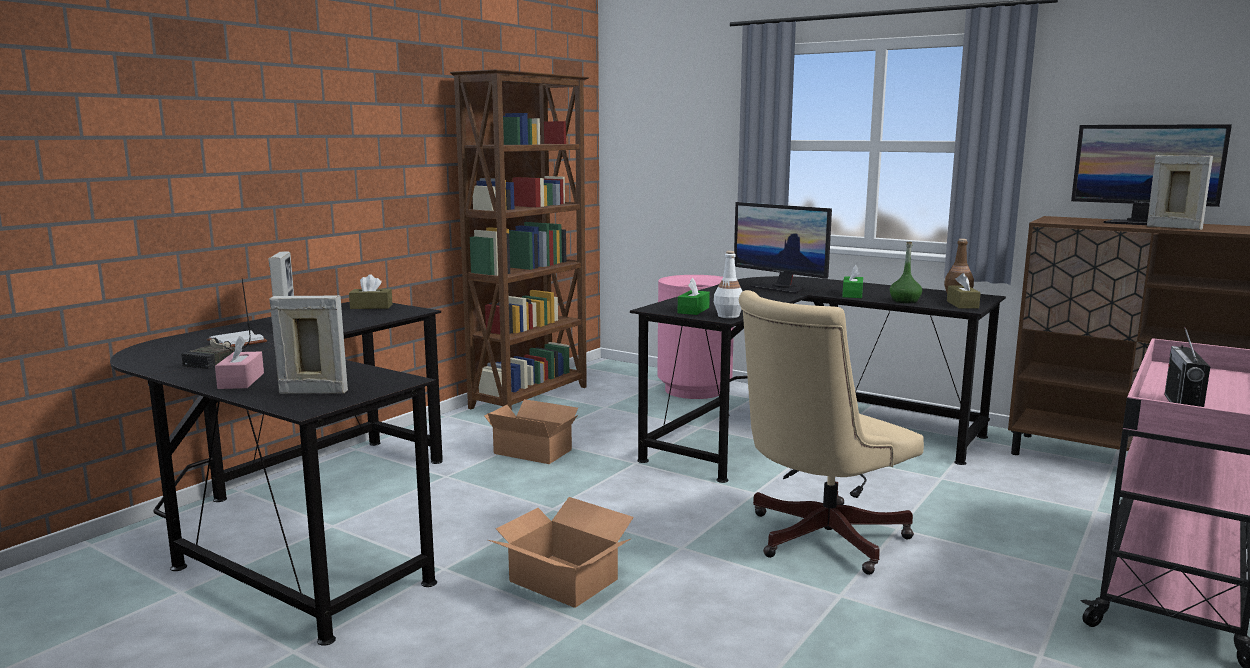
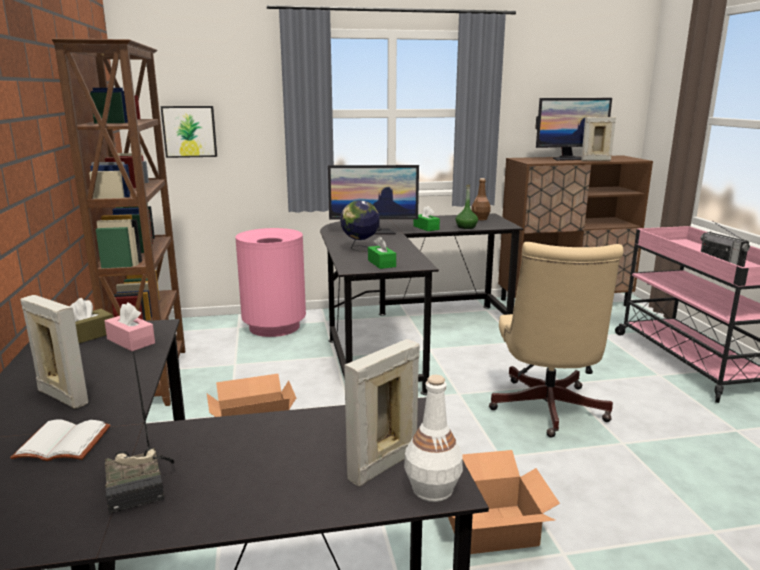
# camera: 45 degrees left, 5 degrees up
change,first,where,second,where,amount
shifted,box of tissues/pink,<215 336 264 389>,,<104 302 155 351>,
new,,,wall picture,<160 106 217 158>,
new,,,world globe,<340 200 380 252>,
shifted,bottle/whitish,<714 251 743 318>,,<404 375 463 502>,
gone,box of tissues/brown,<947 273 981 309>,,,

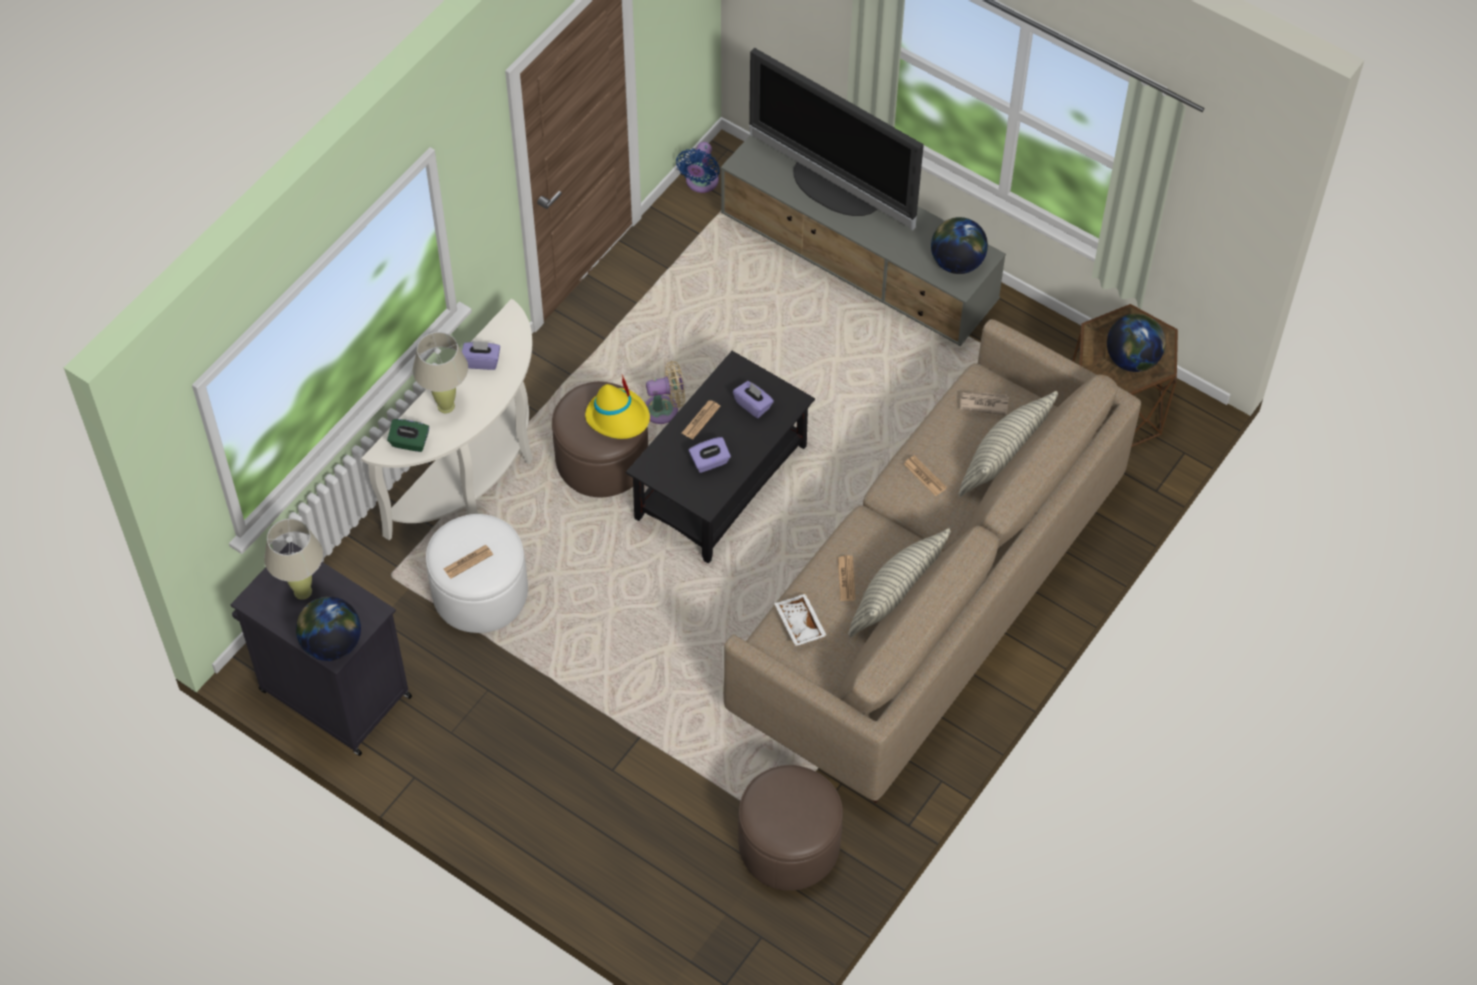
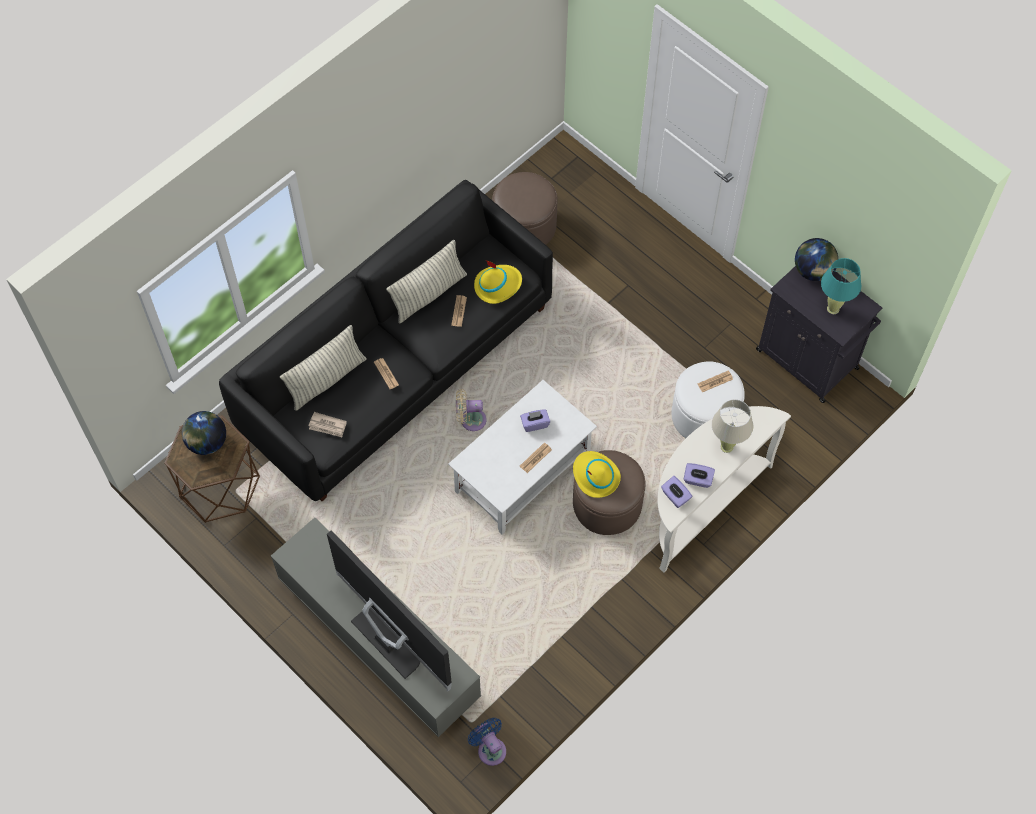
# camera: 170 degrees left, 5 degrees up
change,first,where,second,where,amount
repainted,settee/beige,<723 319 1141 803>,settee/black,<219 180 553 501>,
repainted,low table/black,<626 351 815 564>,low table/whitish,<448 380 597 535>,
shifted,electric fan/beige,<645 361 685 424>,,<456 389 486 431>,
rotated,electric fan/blue,<676 142 720 193>,,<468 718 506 766>,60 degrees counterclockwise
swapped,carrying tray/whitish,<774 594 827 646>,wearable hat/yellow,<474 260 522 304>,
shifted,box of tissues/purplish,<733 381 774 418>,,<661 476 692 508>,
repainted,tabletop lamp/beige,<264 518 323 600>,tabletop lamp/blue-green,<821 258 861 314>,
gone,box of tissues/green,<387 419 429 452>,,,
gone,world globe,<931 217 988 274>,,,

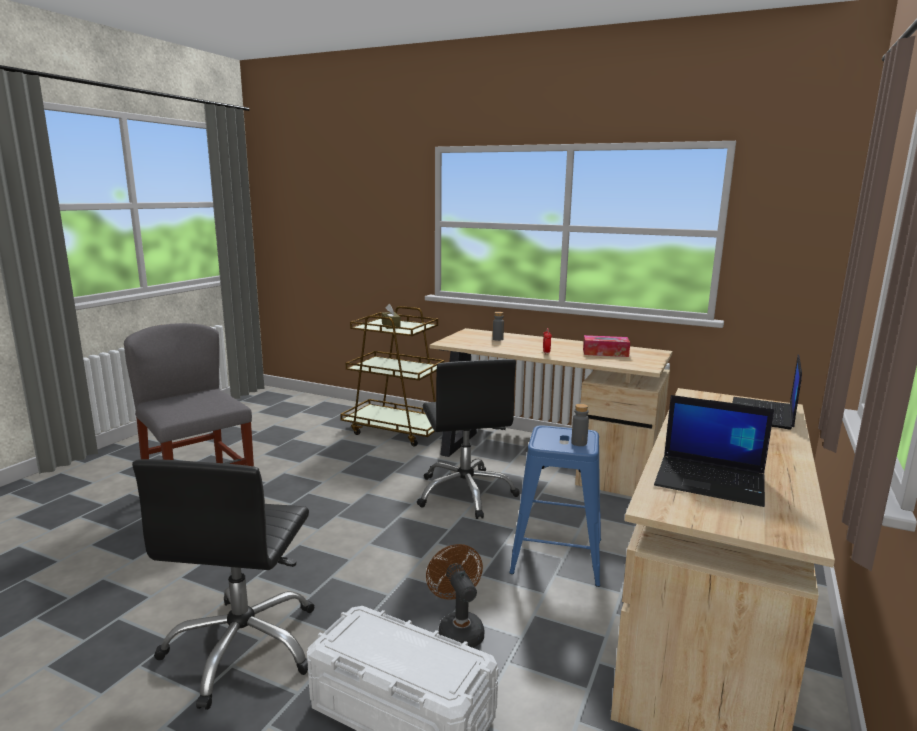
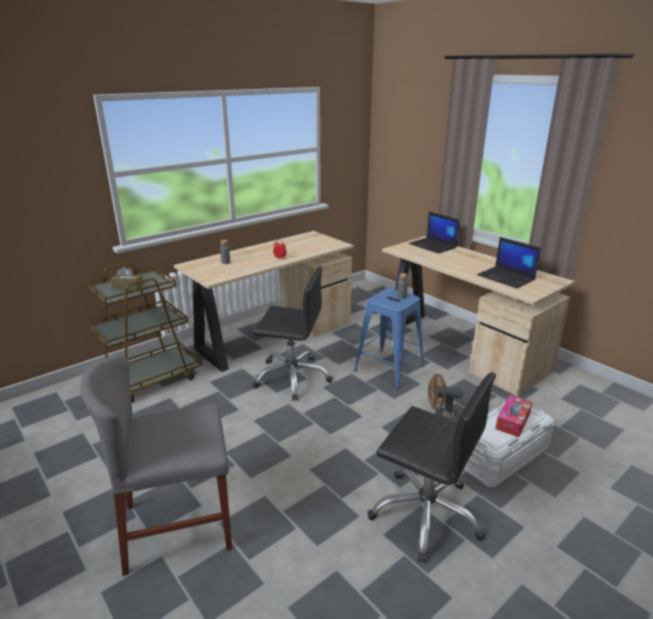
# camera: 65 degrees left, 10 degrees up
change,first,where,second,where,amount
rotated,portable computer,<654 395 774 507>,,<477 237 541 288>,90 degrees clockwise
shifted,box of tissues,<583 335 630 357>,,<495 395 533 437>,

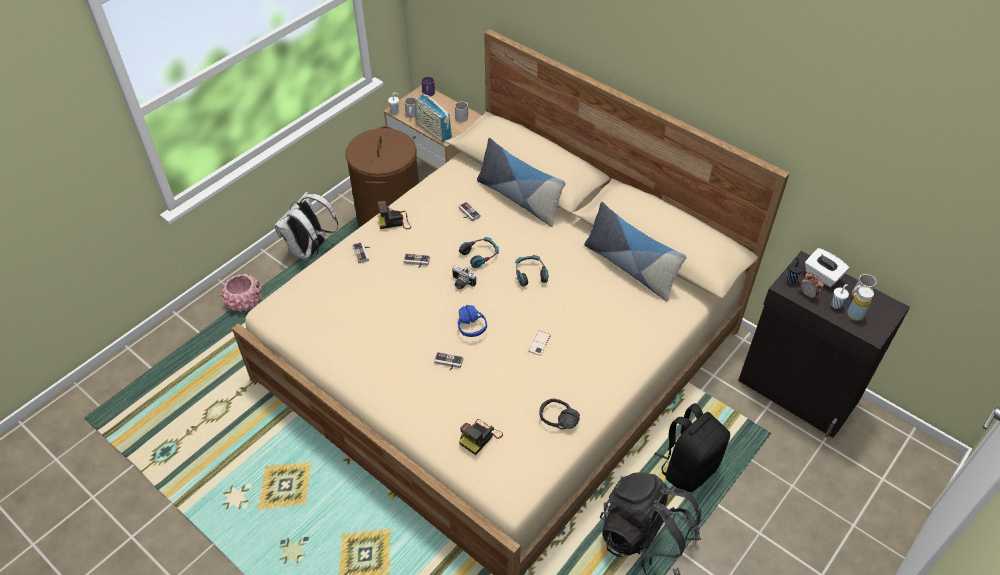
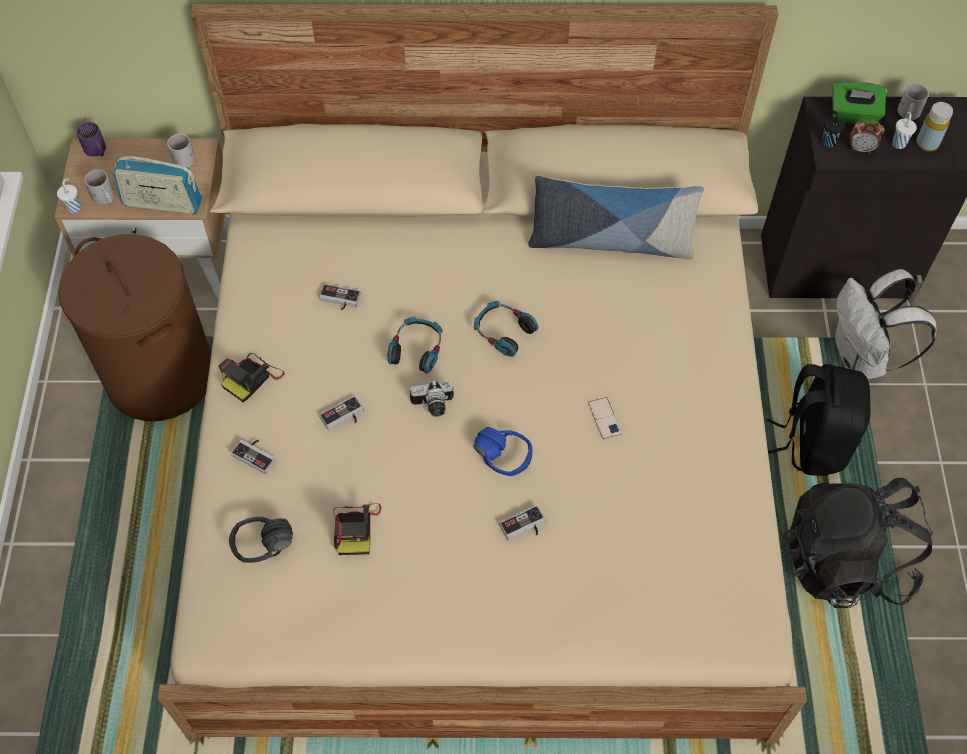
# camera: 40 degrees left, 10 degrees up
change,first,where,second,where,amount
shifted,pair of headphones/black,<539 398 580 429>,,<229 517 293 563>,
shifted,still camera,<459 419 503 455>,,<334 503 381 555>,
repainted,box of tissues/whitish,<805 248 849 287>,box of tissues/green,<832 81 886 125>,
shifted,rucksack/whitish,<274 192 338 260>,,<835 269 937 379>,
gone,flower pot/pink,<221 274 262 312>,,,
gone,cushion,<477 138 566 227>,,,

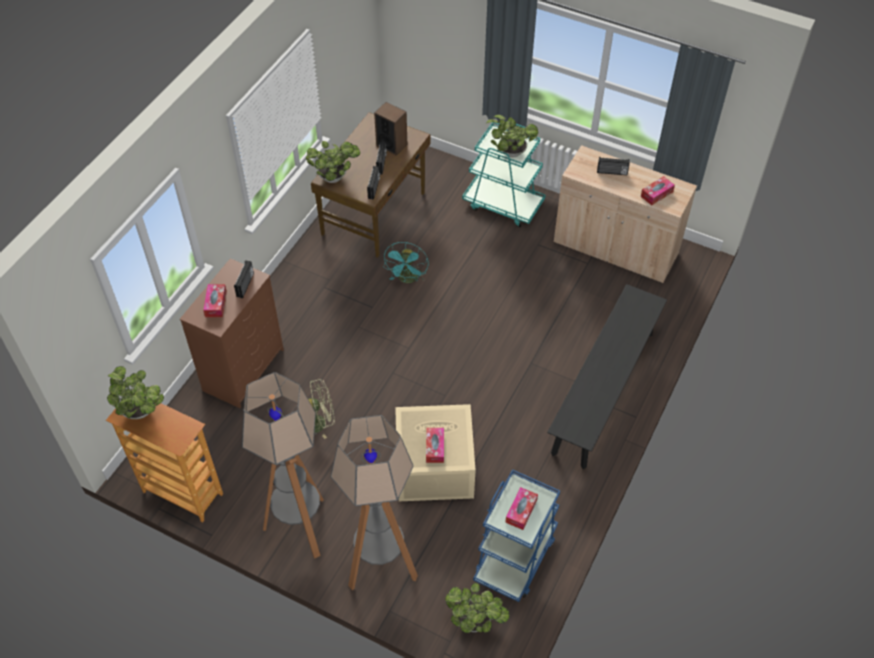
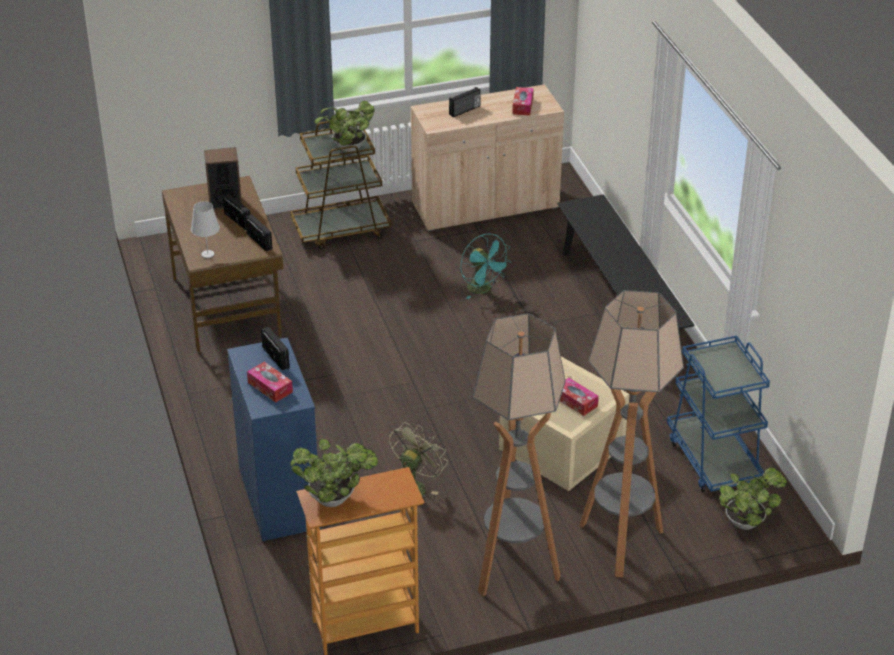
# camera: 45 degrees left, 15 degrees down
change,first,where,second,where,amount
swapped,plant in a pot,<306 141 360 183>,tabletop lamp/whitish,<191 201 220 258>,
repainted,chest of drawers/brown,<180 258 284 408>,chest of drawers/blue,<227 337 322 541>,
repainted,trolley/blue-green,<462 122 546 227>,trolley/brown,<290 121 391 249>,
shifted,electric fan/blue-green,<384 242 429 283>,,<461 234 511 299>,
gone,box of tissues,<505 487 538 530>,,,

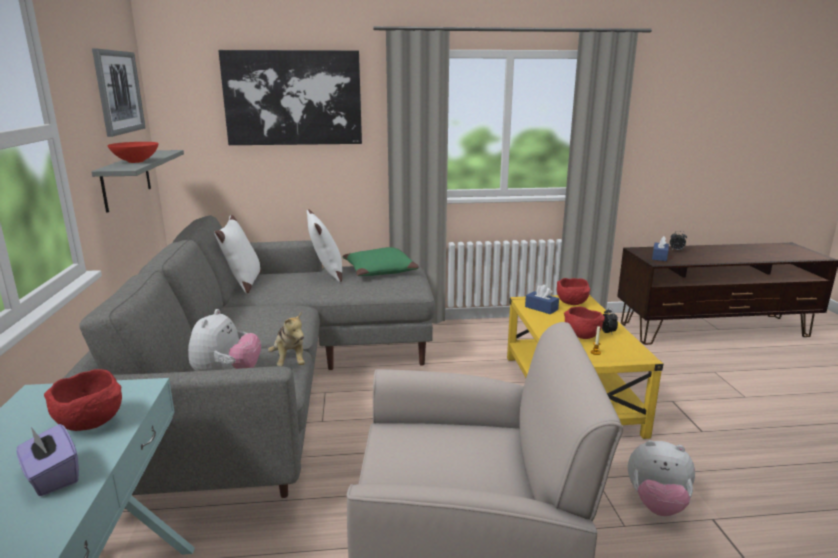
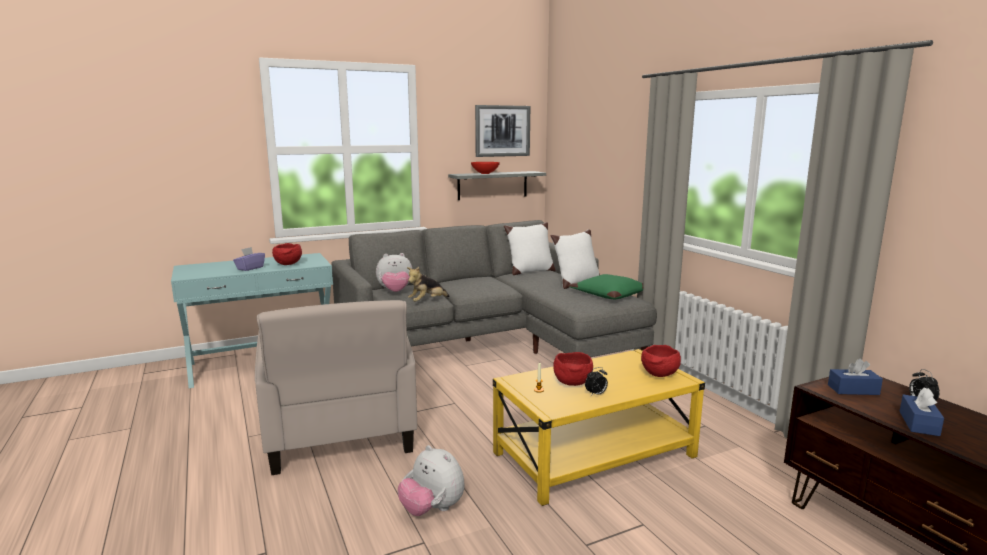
# camera: 70 degrees right, 5 degrees down
change,first,where,second,where,amount
rotated,soft toy,<628 440 695 516>,,<398 445 465 516>,45 degrees counterclockwise
shifted,box of tissues/blue,<525 285 559 314>,,<899 387 944 436>,
gone,wall picture,<218 50 362 145>,,,

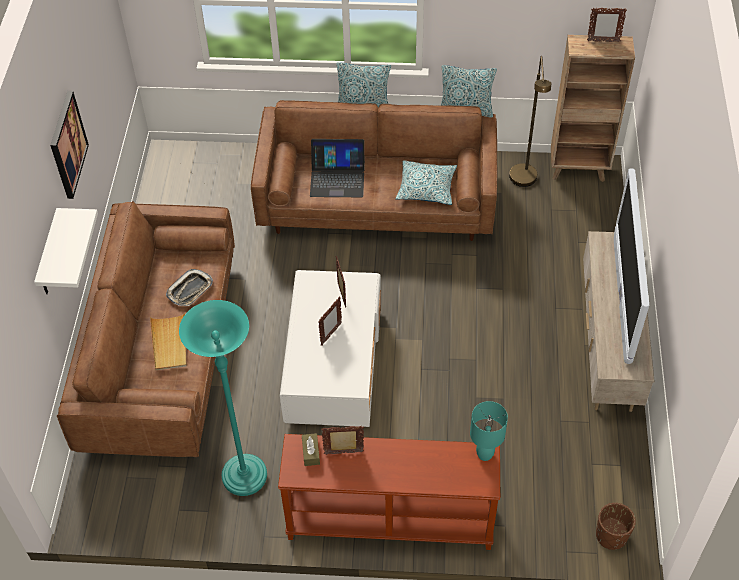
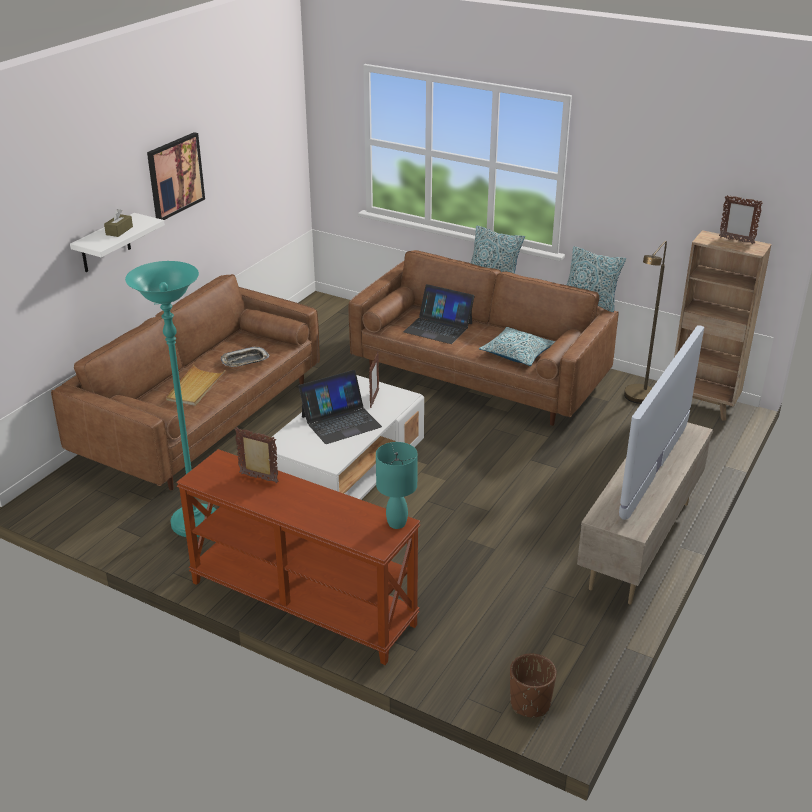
# camera: 25 degrees right, 20 degrees down
change,first,where,second,where,amount
shifted,box of tissues/brown,<302 433 320 466>,,<104 209 133 237>,
swapped,photo frame,<318 297 342 346>,portable computer,<298 370 382 444>,

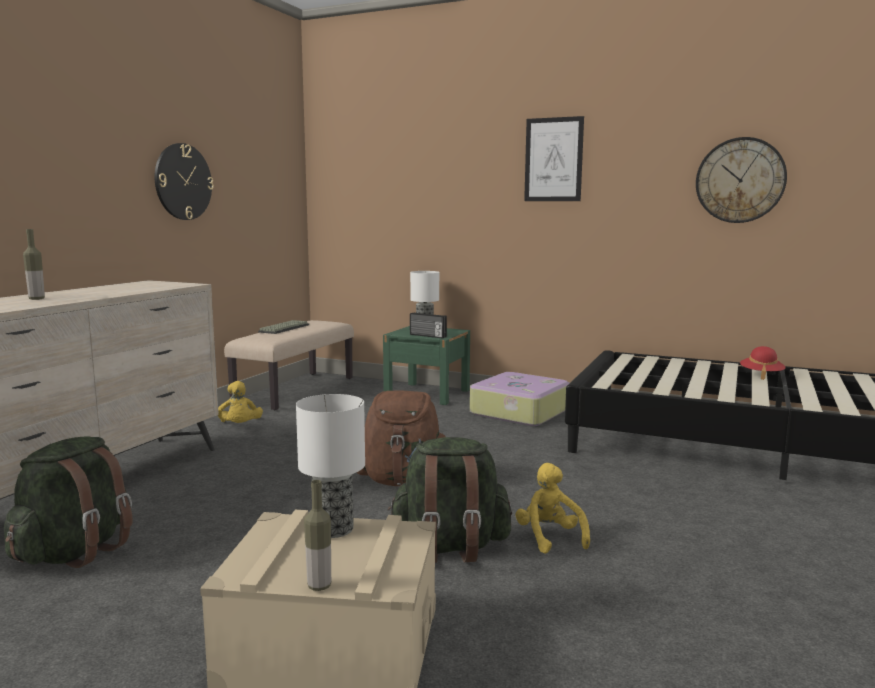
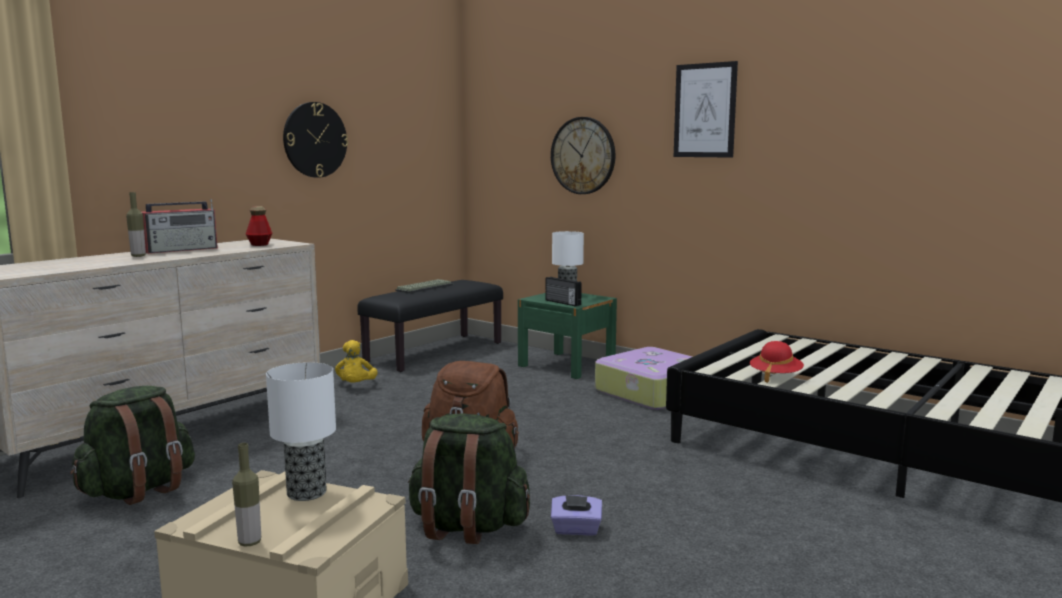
# camera: 15 degrees right, 0 degrees up
change,first,where,second,where,amount
new,,,radio receiver,<141 199 218 254>,
new,,,bottle,<246 206 272 246>,
repainted,long seat/beige,<224 320 354 410>,long seat/black,<357 280 503 372>,
shifted,clock on the wall,<696 137 787 223>,,<551 117 615 194>,
swapped,soft toy/yellow,<515 463 590 554>,box of tissues/purplish,<551 495 602 536>,
shifted,wearable hat/reddish,<740 346 786 380>,,<750 341 804 383>,

